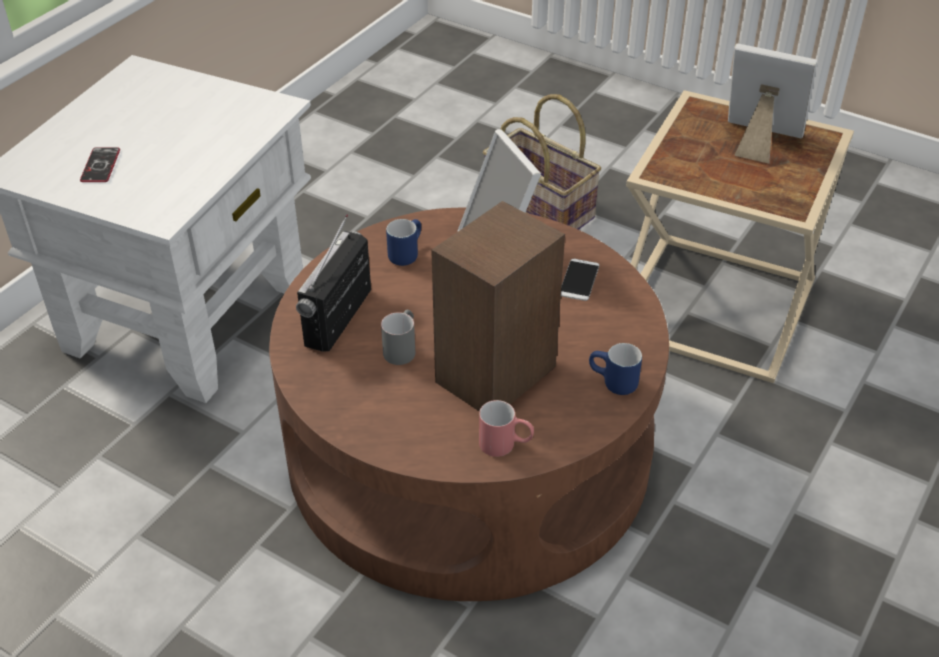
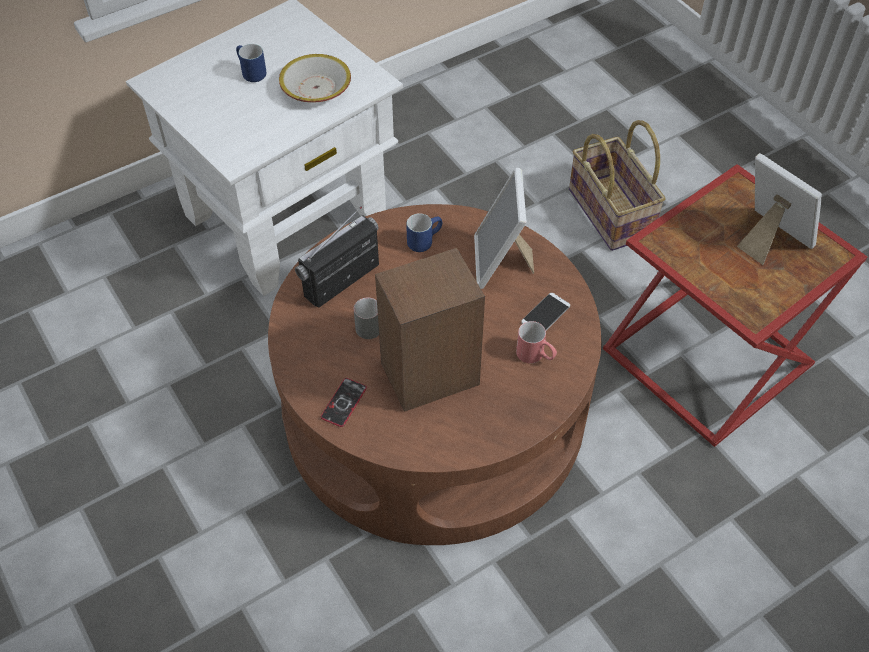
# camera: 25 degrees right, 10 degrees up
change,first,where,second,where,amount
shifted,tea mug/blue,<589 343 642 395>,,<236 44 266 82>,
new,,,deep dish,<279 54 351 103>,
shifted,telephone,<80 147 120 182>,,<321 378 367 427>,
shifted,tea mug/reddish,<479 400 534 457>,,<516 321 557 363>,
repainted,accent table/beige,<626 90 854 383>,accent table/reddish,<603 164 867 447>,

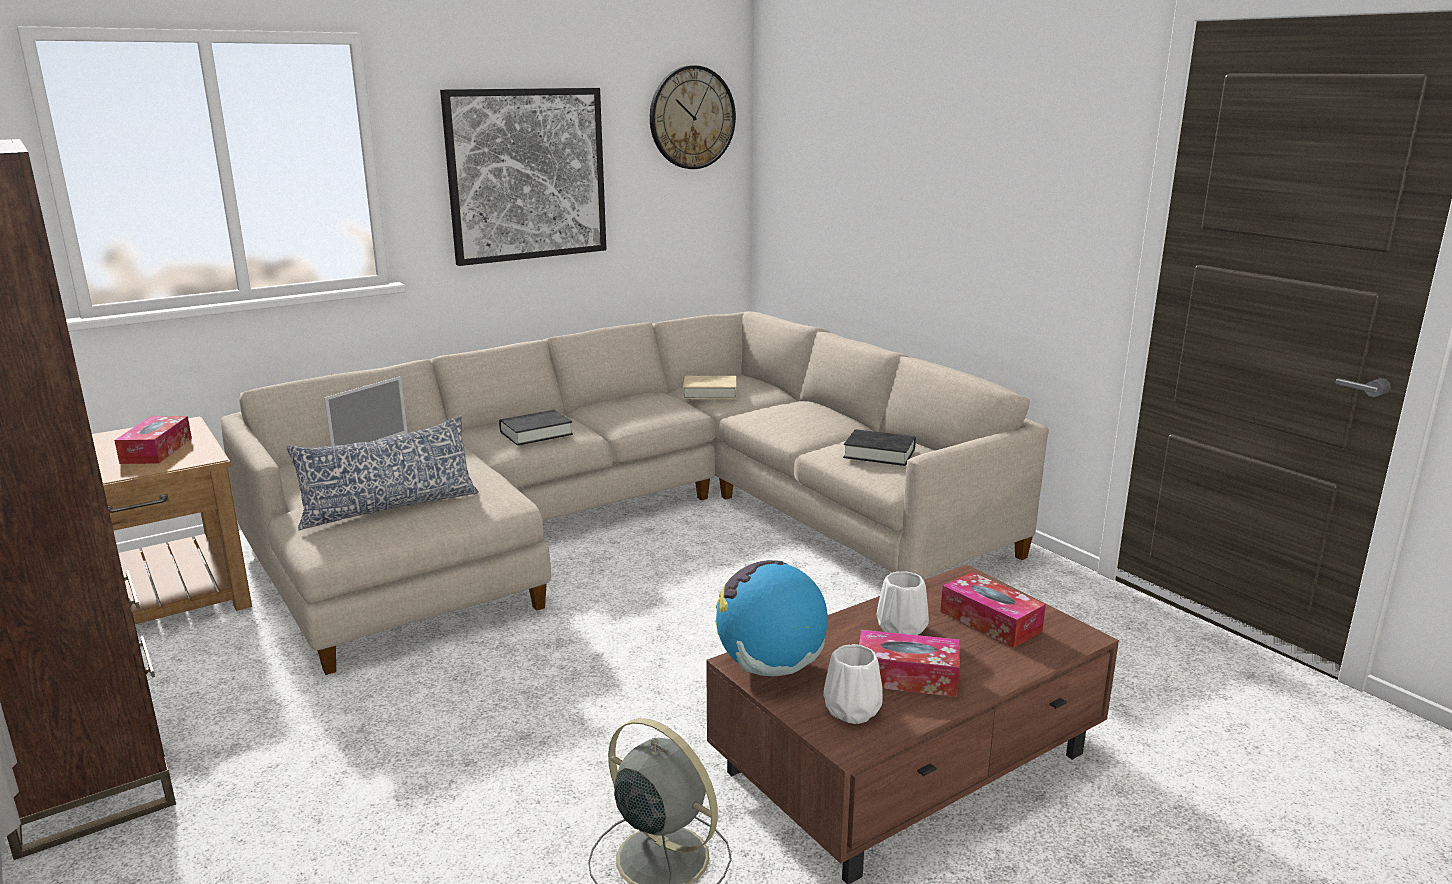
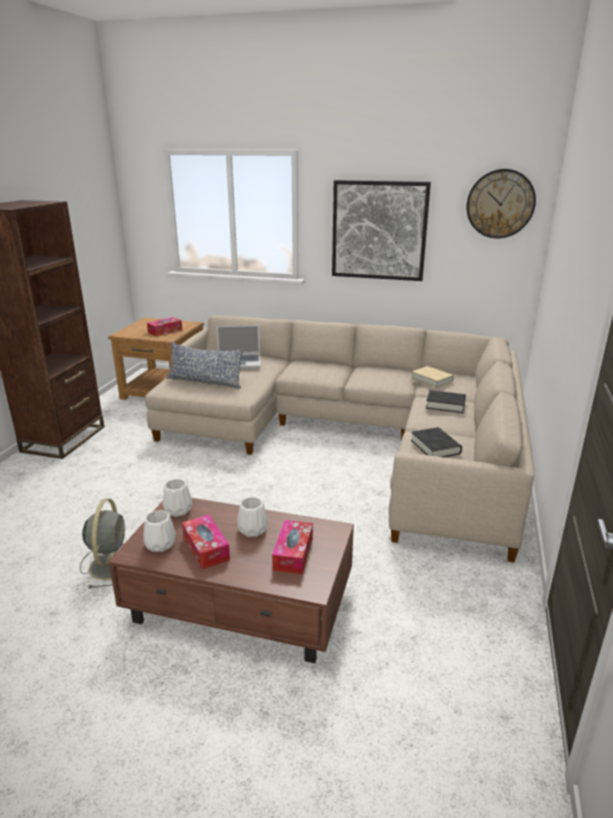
# camera: 50 degrees right, 5 degrees up
change,first,where,second,where,amount
swapped,world globe,<715 560 828 676>,vase/whitish,<163 479 192 517>,
shifted,bound book/black,<499 410 573 446>,,<426 390 466 413>,

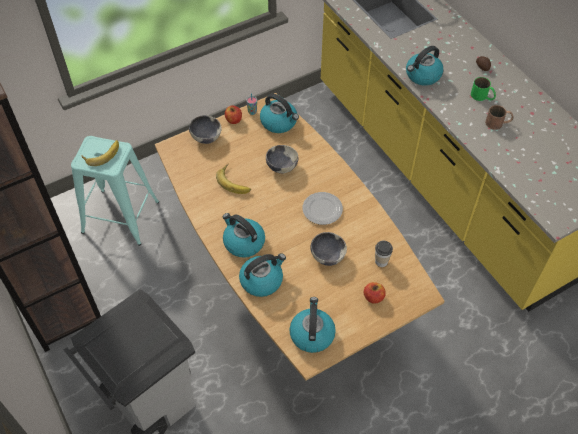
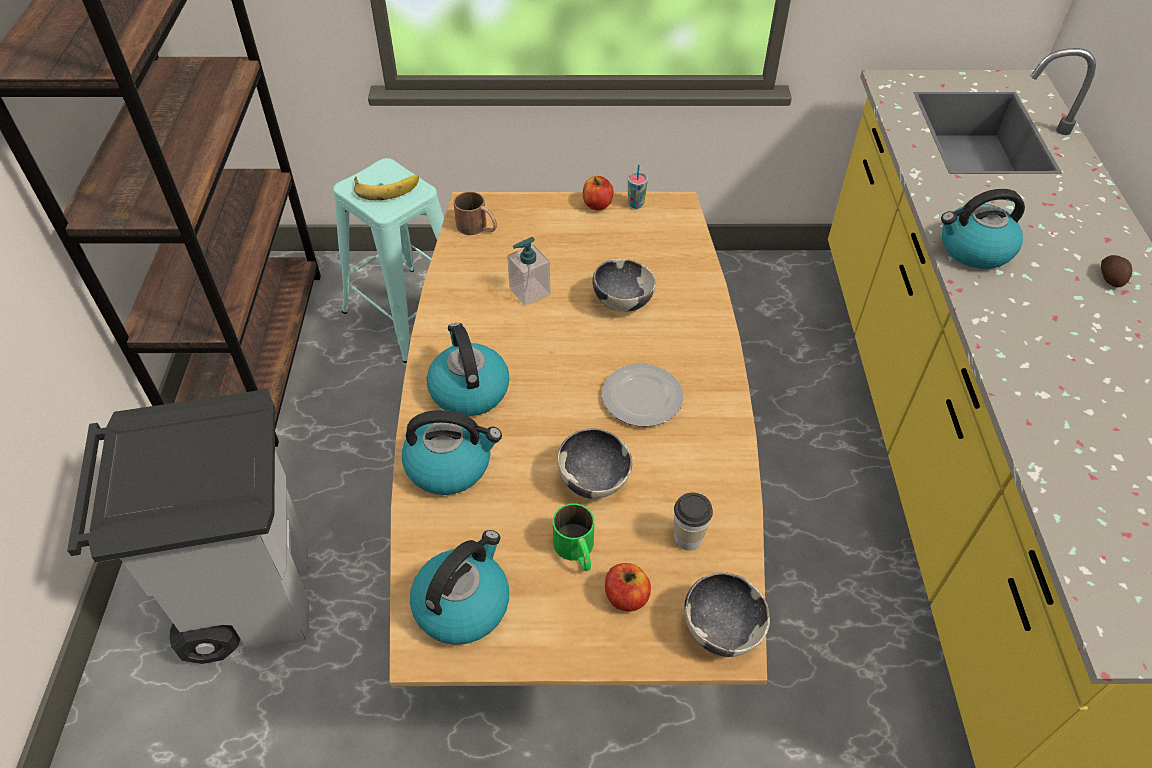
# camera: 30 degrees right, 5 degrees down
change,first,where,second,where,amount
shifted,tea mug/brown,<485 105 513 130>,,<454 192 497 235>,
swapped,whole banana,<216 164 251 194>,soap bottle,<507 237 550 306>,
shifted,tea mug/green,<471 77 496 101>,,<553 503 594 571>,
shifted,deep dish,<189 115 222 144>,,<684 572 770 657>,
gone,kettle,<260 94 299 133>,,,

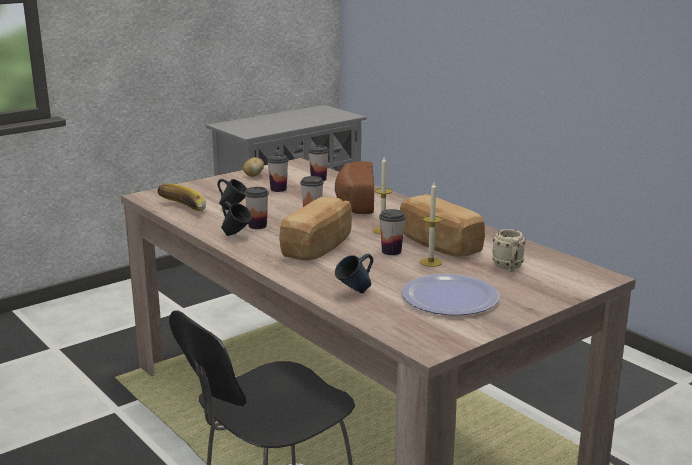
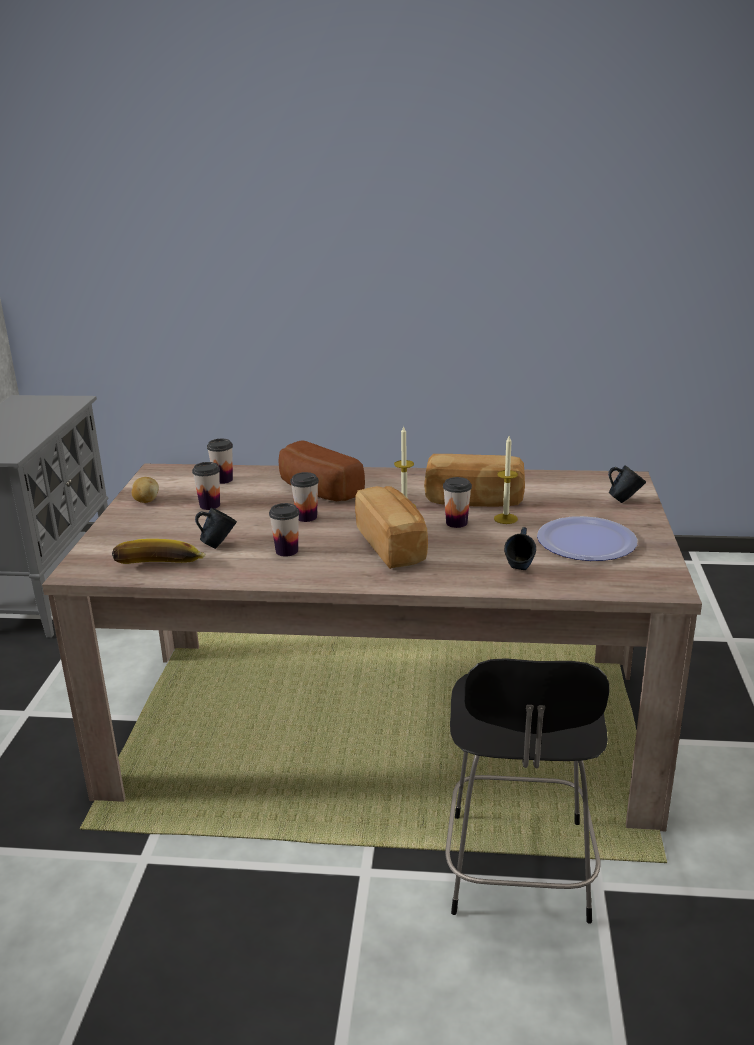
# camera: 45 degrees left, 5 degrees up
change,first,where,second,where,amount
shifted,tea mug/blue,<221 201 252 236>,,<608 465 646 503>,
gone,tea mug/beige,<492 229 526 272>,,,

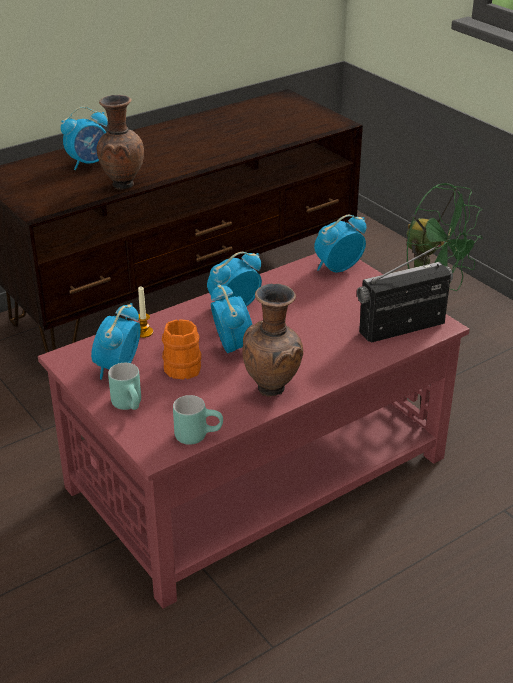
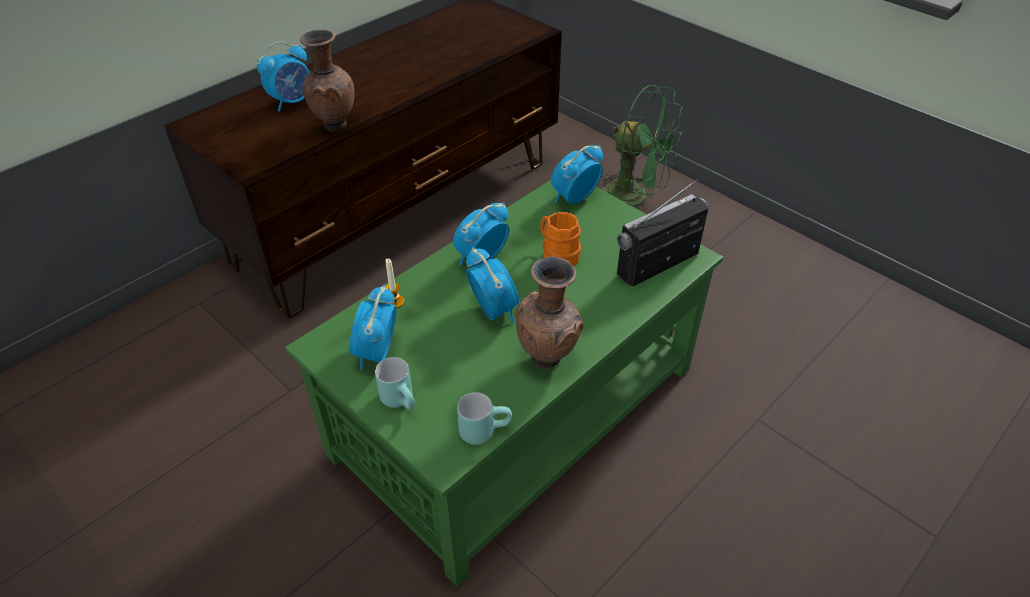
# camera: 10 degrees left, 10 degrees up
change,first,where,second,where,amount
repainted,low table/reddish,<38 253 470 609>,low table/green,<285 180 723 586>,
shifted,tea mug/orangey,<162 319 201 379>,,<540 212 581 266>,

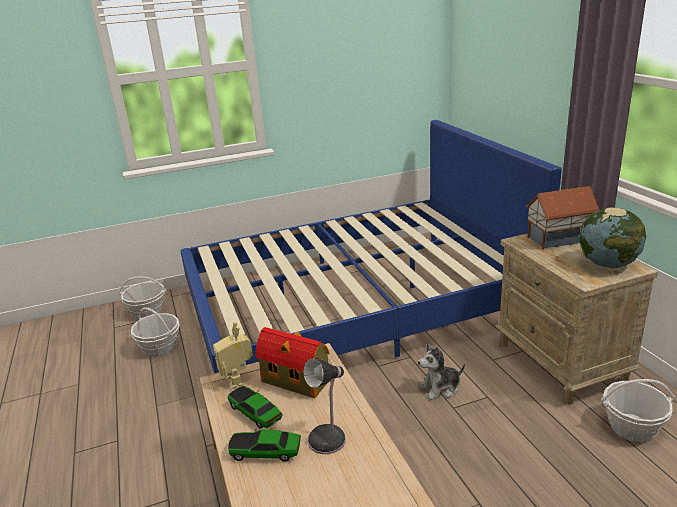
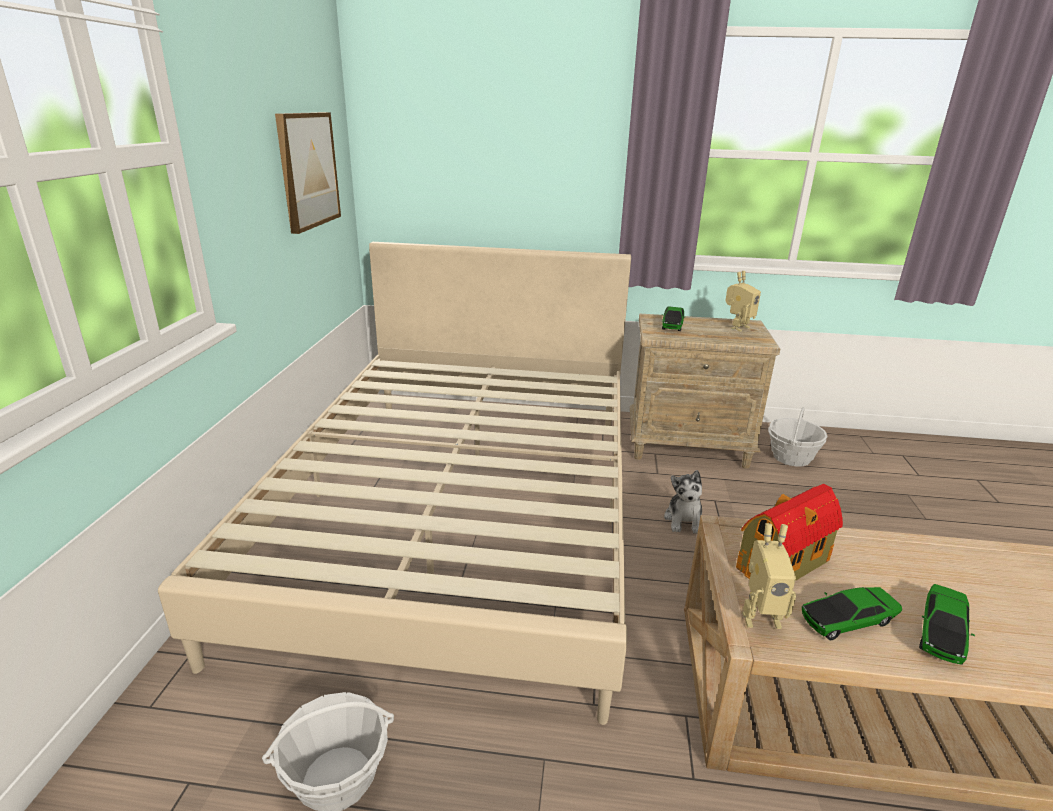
# camera: 65 degrees left, 0 degrees up
change,first,where,second,where,amount
repainted,bedroom bed/blue,<180 120 562 374>,bedroom bed/beige,<158 242 631 725>,
new,,,wall picture,<275 112 341 234>,
swapped,toy house,<526 186 599 249>,toy car,<662 307 685 331>,
swapped,world globe,<579 207 646 268>,toy robot,<725 271 761 332>,
gone,basket,<118 276 167 319>,,,
gone,tabletop lamp,<303 358 346 454>,,,

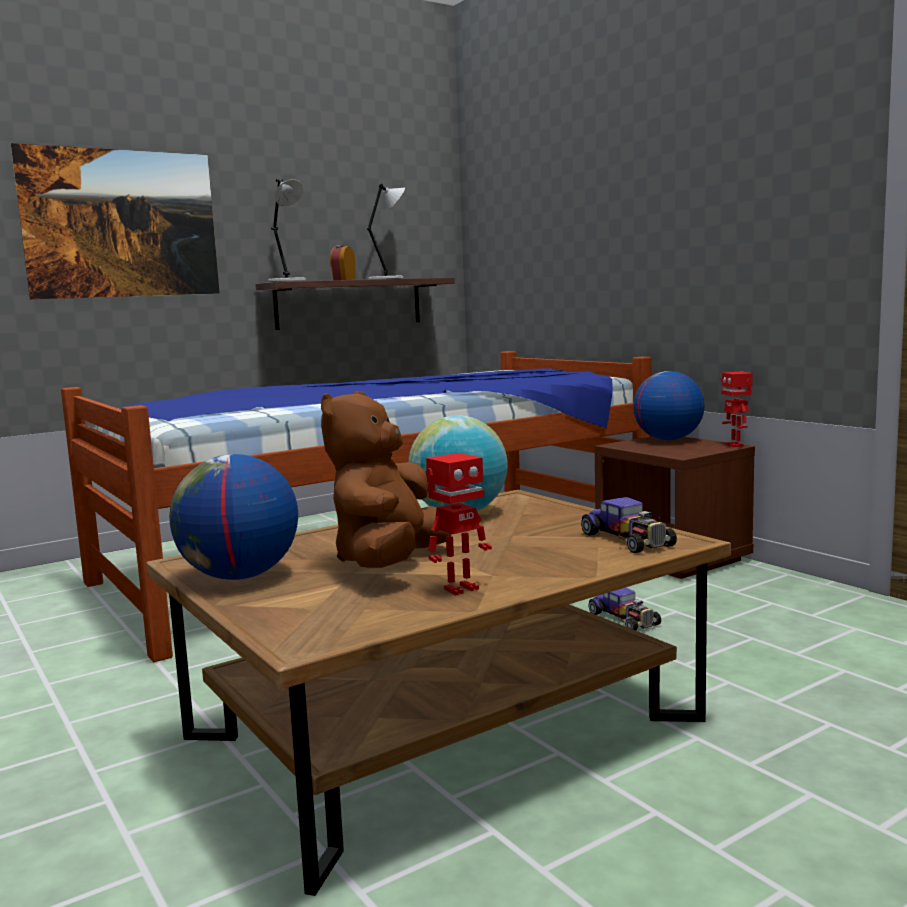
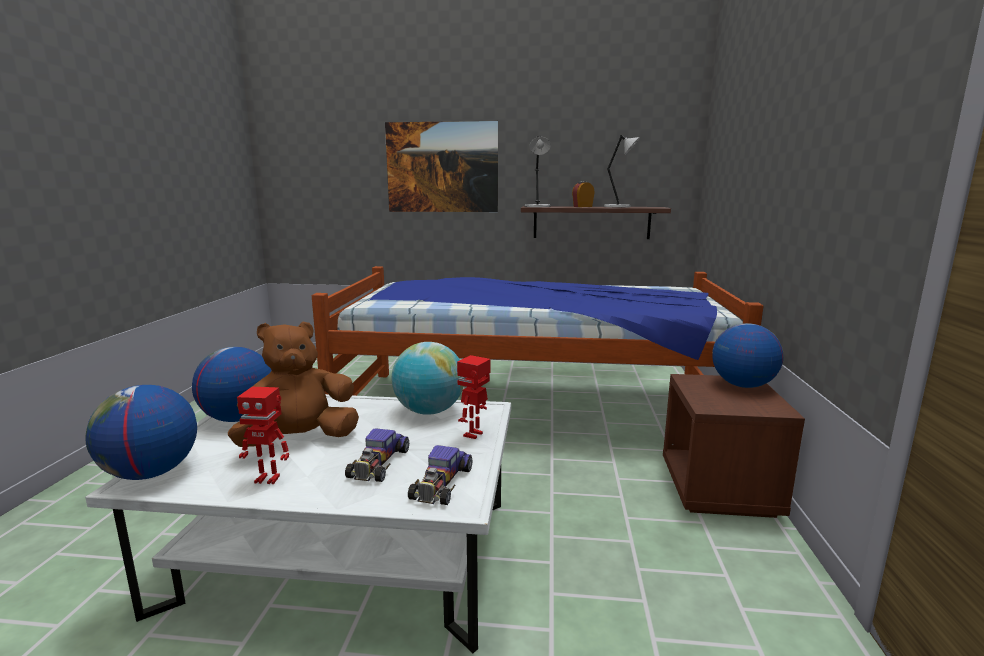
# camera: 40 degrees right, 5 degrees up
change,first,where,second,where,amount
new,,,world globe,<85 385 197 480>,
repainted,low table/brown,<146 490 731 896>,low table/whitish,<85 394 511 653>,
shifted,toy car,<588 587 661 630>,,<345 428 409 482>,
shifted,toy robot,<721 371 753 447>,,<457 355 491 439>,

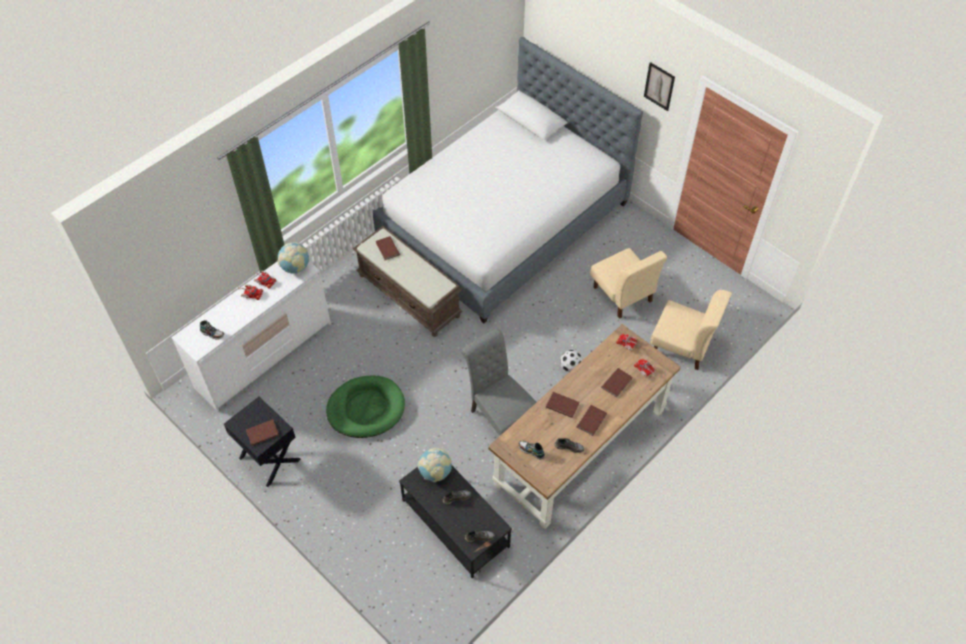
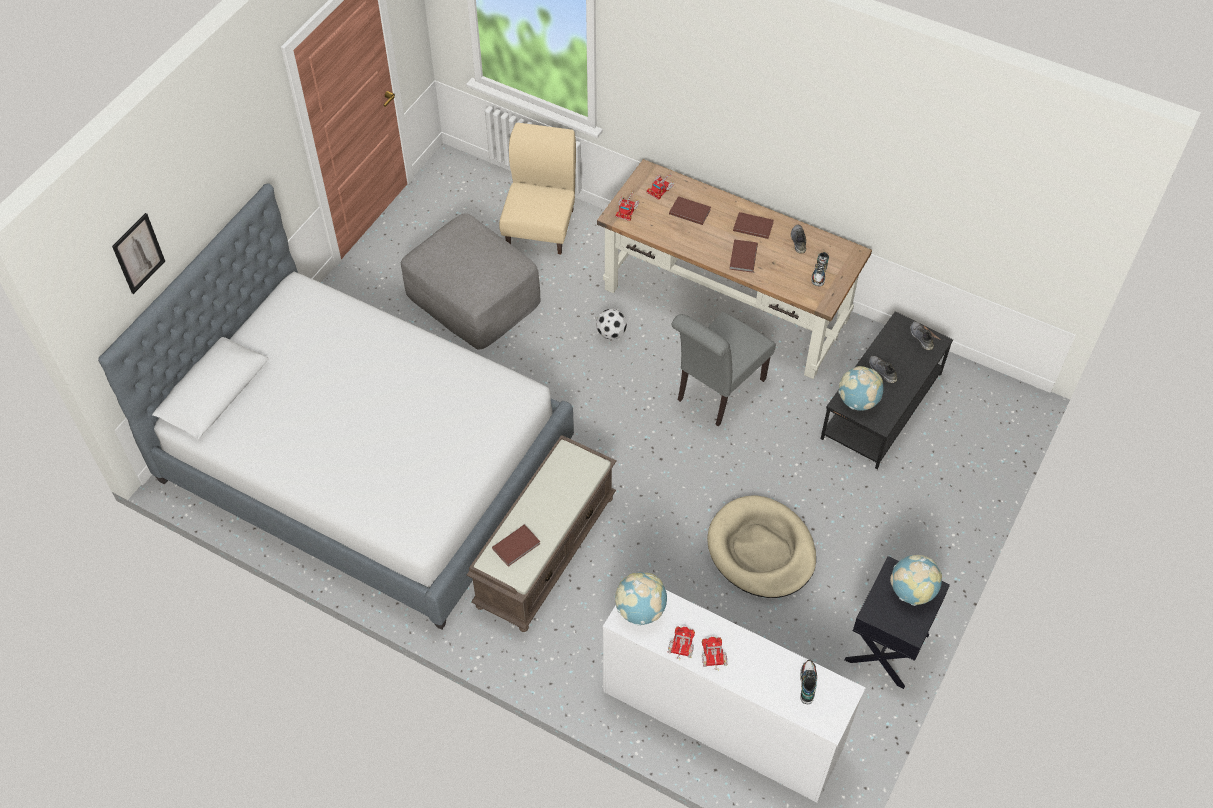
# camera: 105 degrees left, 0 degrees up
change,first,where,second,where,amount
shifted,wall picture,<644 62 675 111>,,<112 213 165 294>,
swapped,plain chair/beige,<590 248 667 319>,footrest/greyish,<401 213 540 350>,
repainted,dog cushion/green,<326 375 405 438>,dog cushion/beige,<707 495 816 598>,
swapped,bound book/brown,<246 419 279 446>,world globe,<890 555 942 606>,

